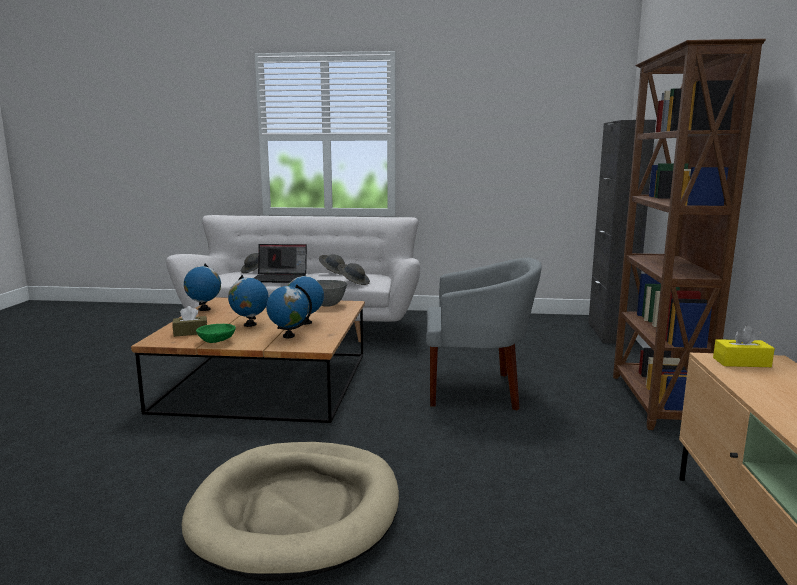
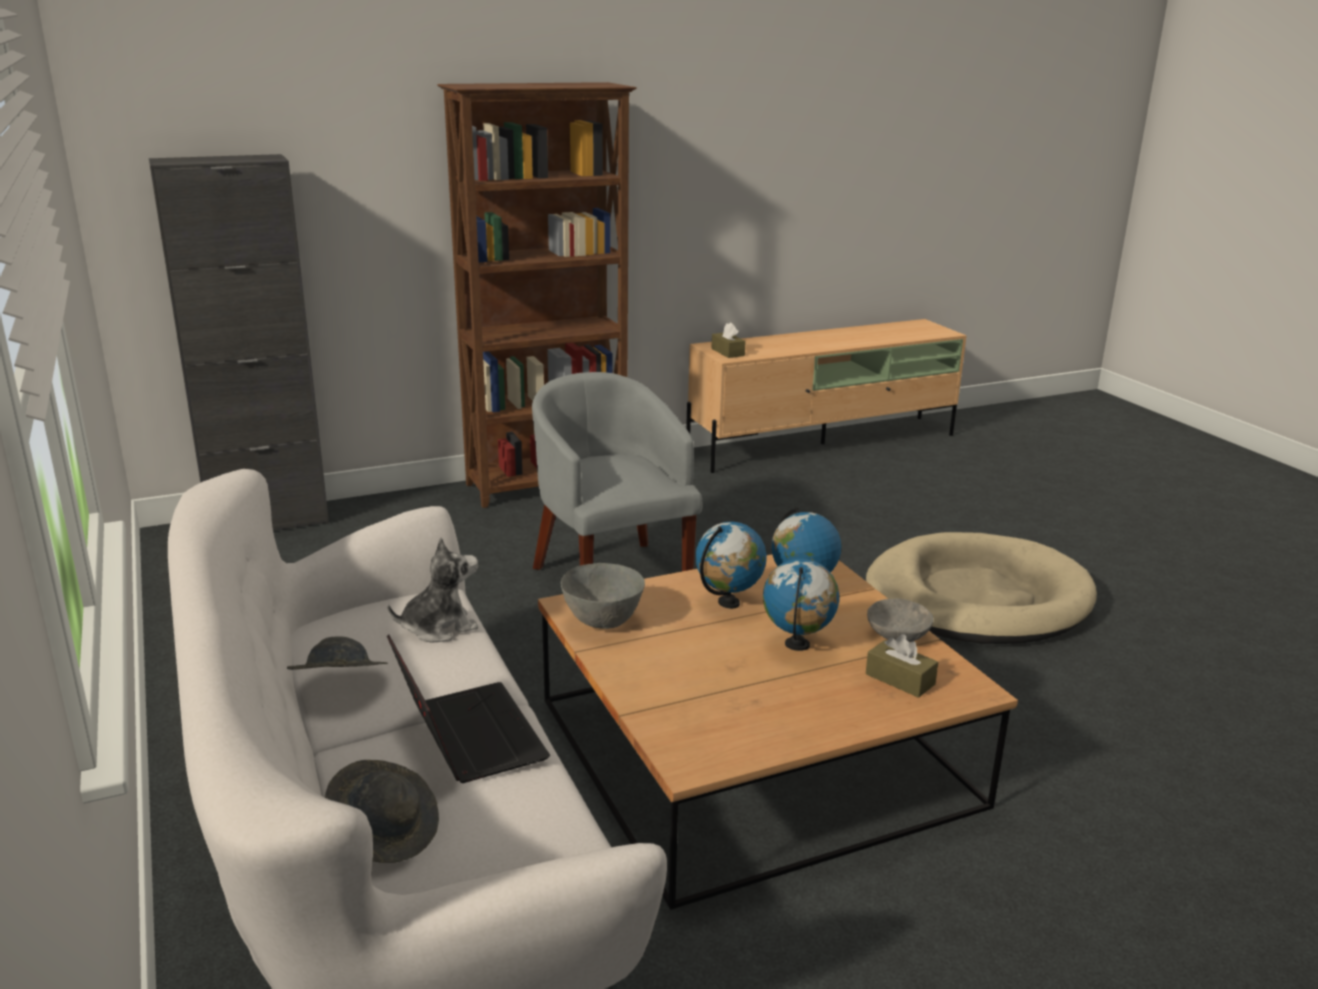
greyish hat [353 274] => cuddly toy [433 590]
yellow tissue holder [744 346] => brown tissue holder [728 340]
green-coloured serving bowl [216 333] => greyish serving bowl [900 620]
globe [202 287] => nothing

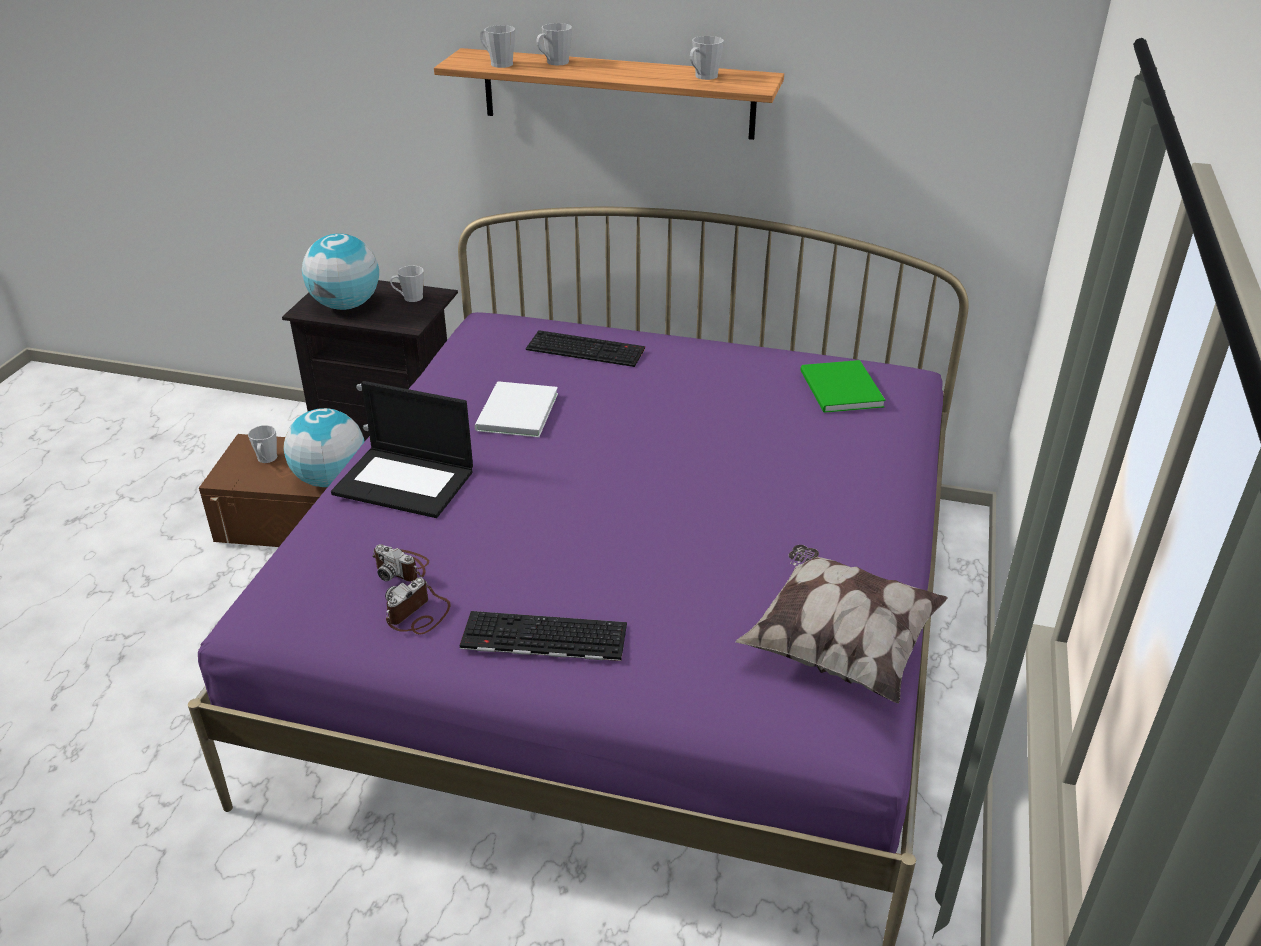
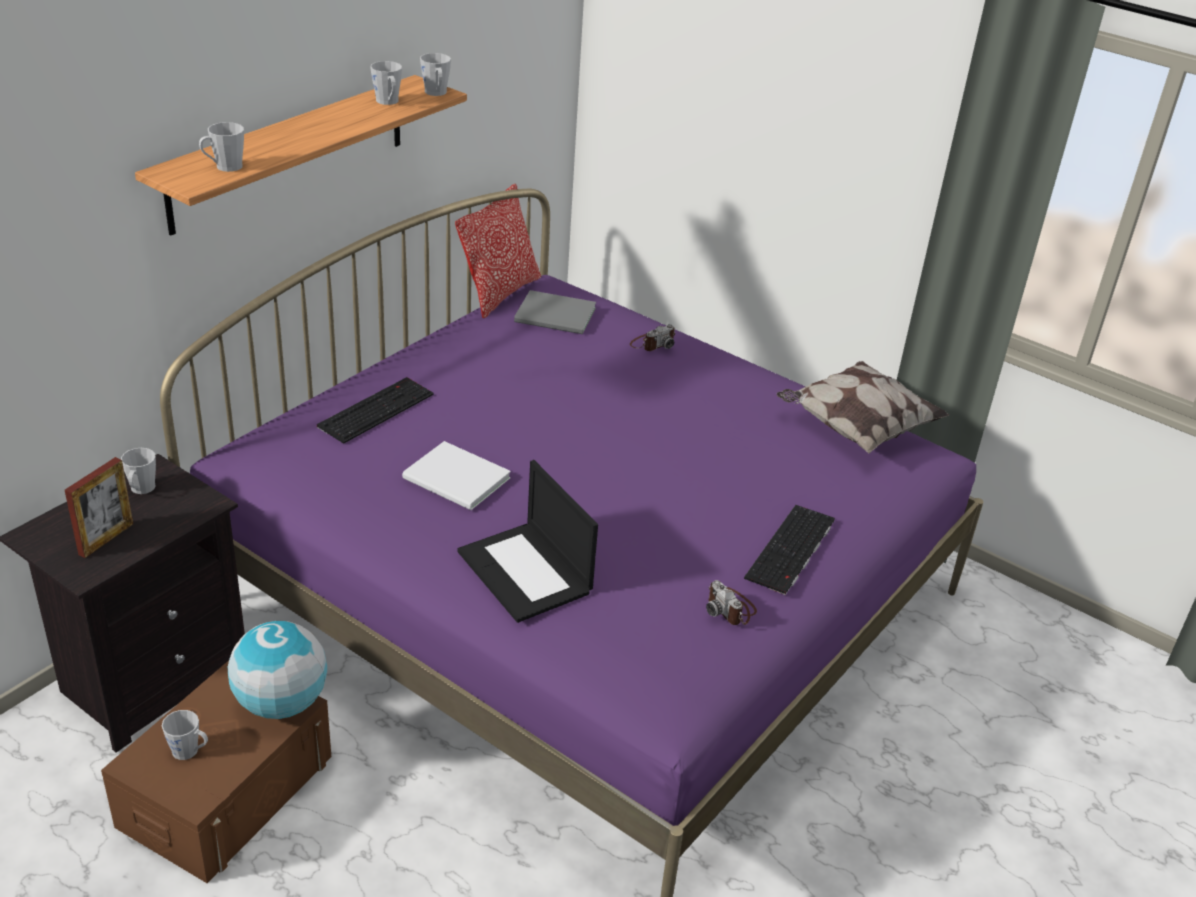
globe [340 272] => photo frame [99 507]
greyish coffee mug [554 44] => greyish coffee mug [435 74], move
nothing => throw pillow [498 251]
notebook computer [402 449] => notebook computer [527 541], 105 degrees clockwise
green-coloured volume [843 386] => greyish volume [555 312]
photo camera [401 563] => photo camera [652 337], move

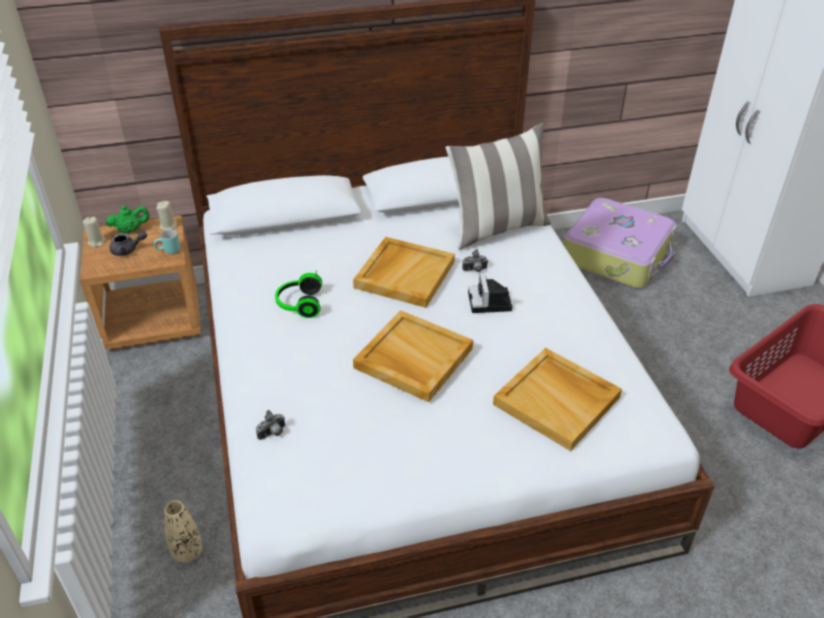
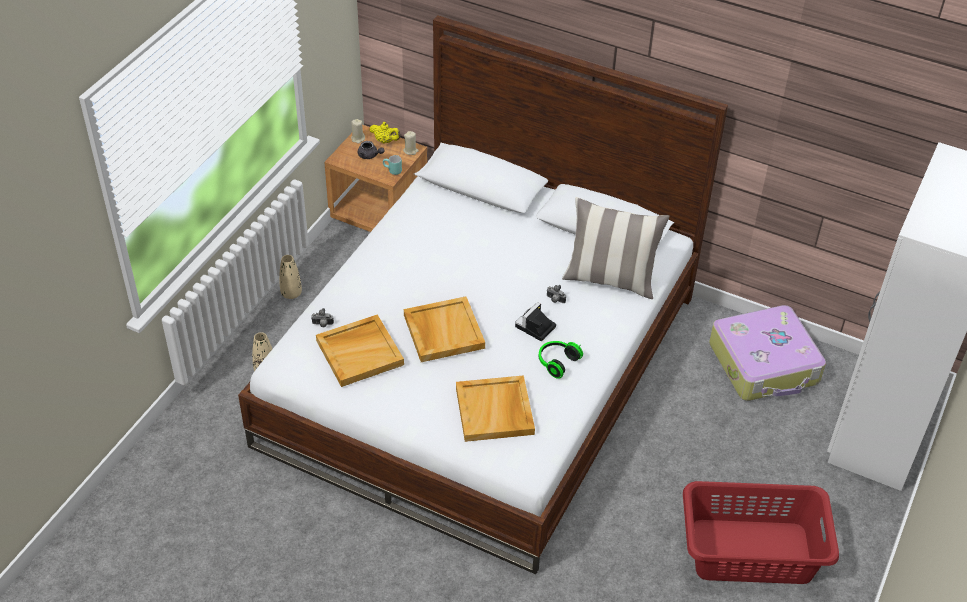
nothing => sand-coloured vase [290 277]
sand-coloured carrying tray [404 272] => sand-coloured carrying tray [360 350], move
green-coloured pot for tea [128 219] => yellow pot for tea [385 132]
headphones [298 294] => headphones [561 360], move

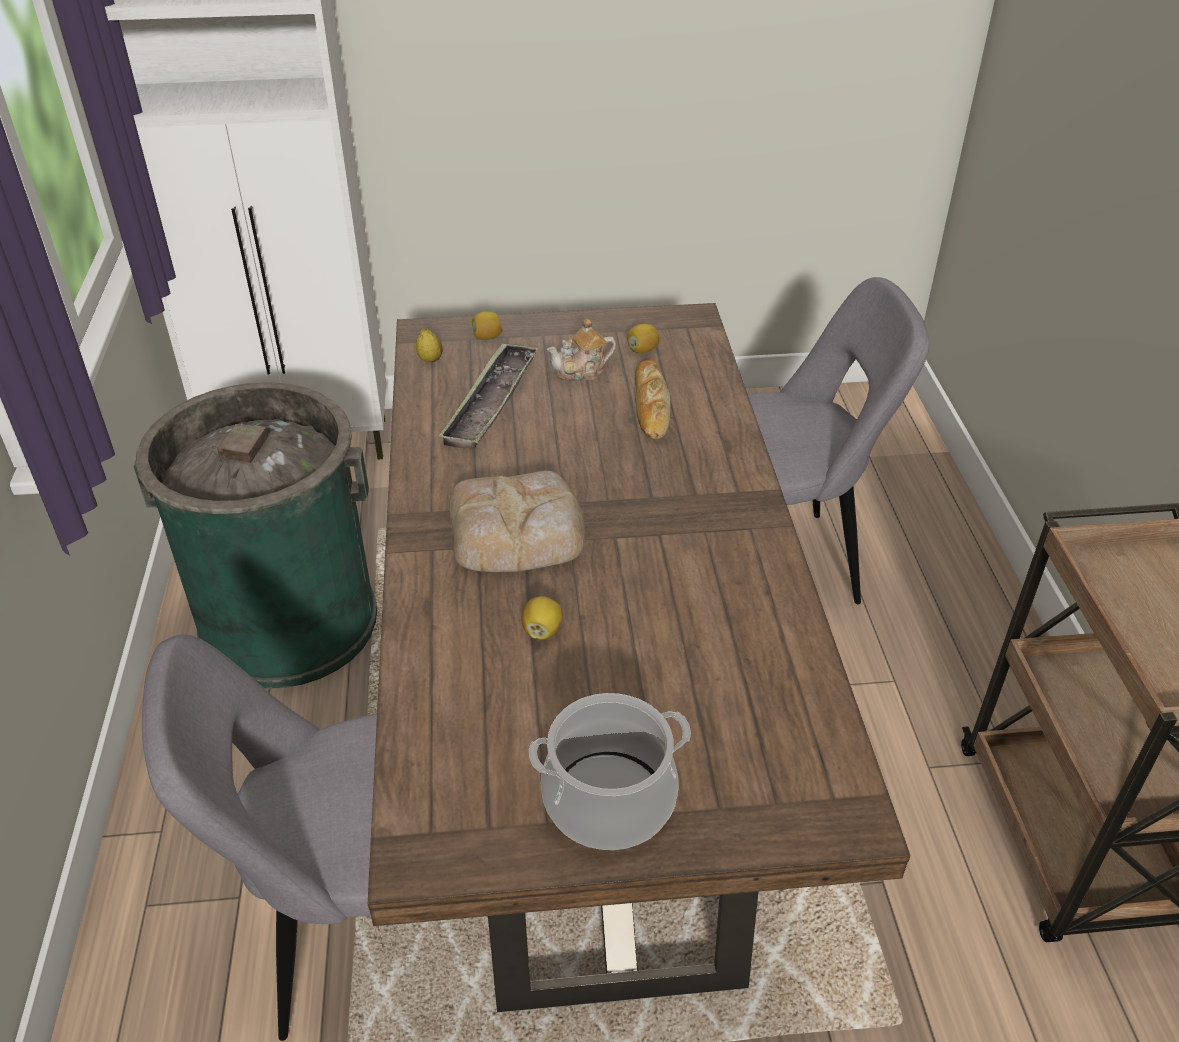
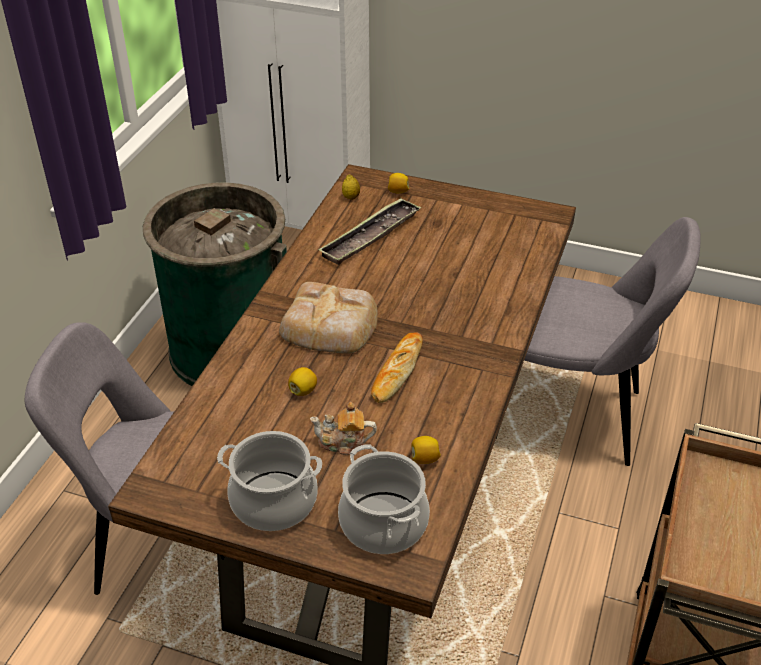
pot for tea [581 349] => pot for tea [343 428], move
nothing => stockpot [384 499]
bread [653 399] => bread [397 368], move
citrus fruit [643 338] => citrus fruit [426 450], move

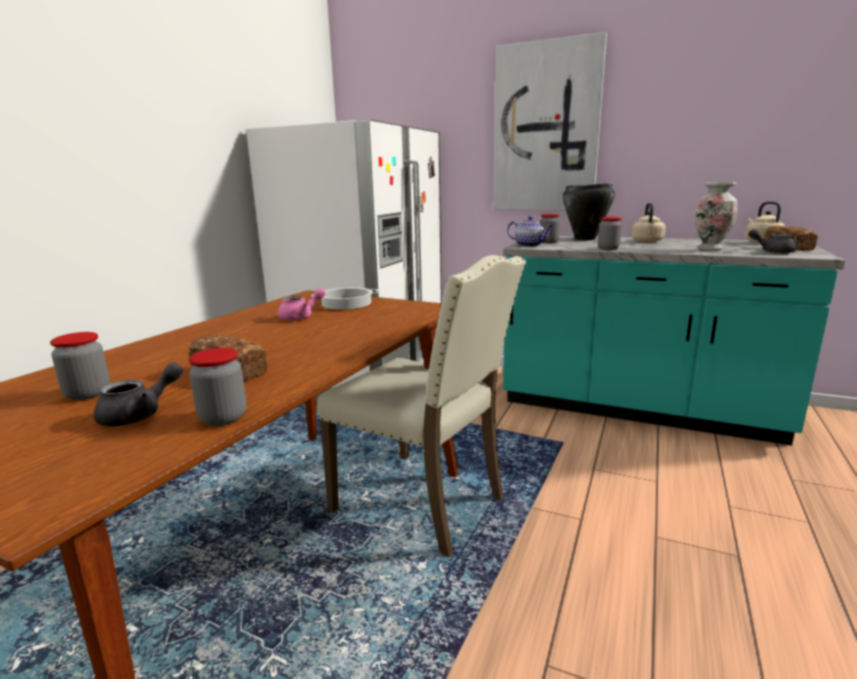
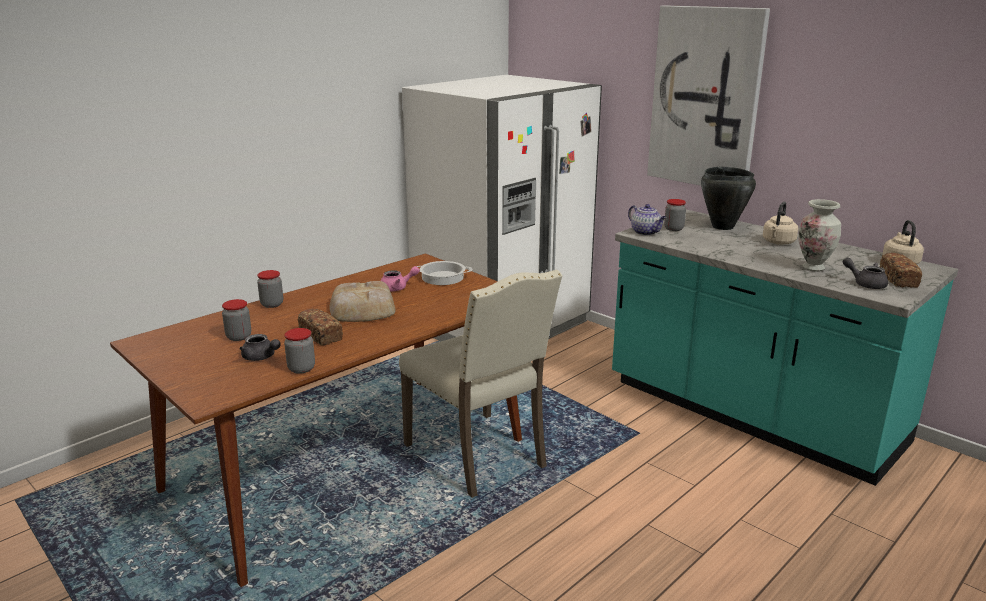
greyish pot for tea [138 394] => greyish pot for tea [260 347], 60 degrees clockwise
storage jar [610 233] => storage jar [270 289], move
nothing => bread [362 301]

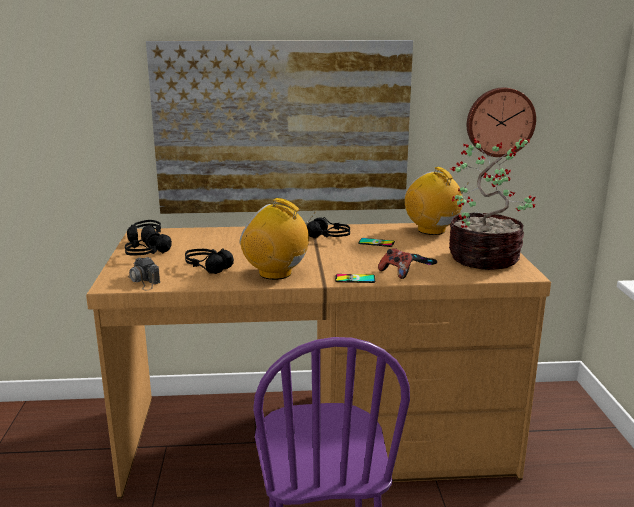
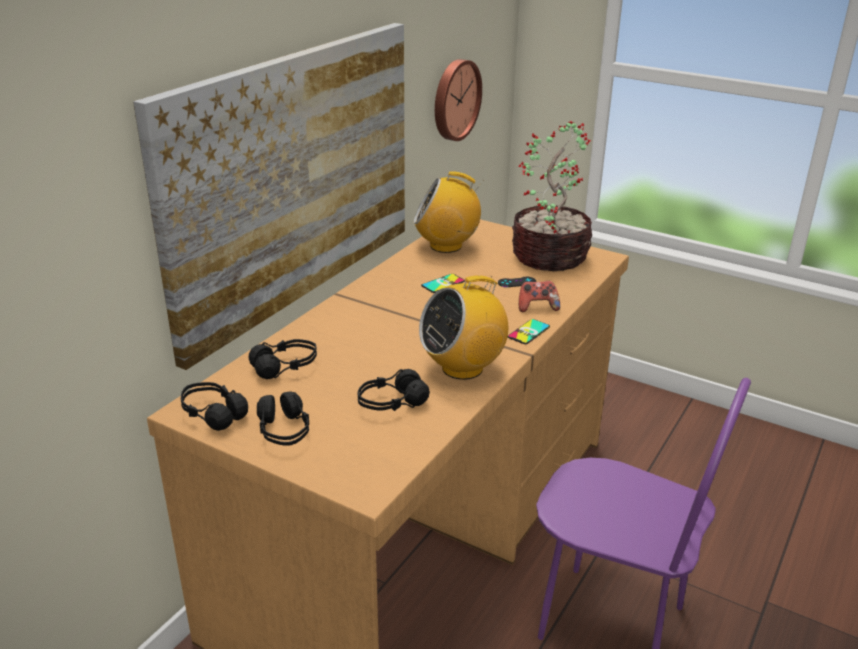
blackish headphones [328 228] => blackish headphones [282 359], move
photo camera [144 273] => nothing

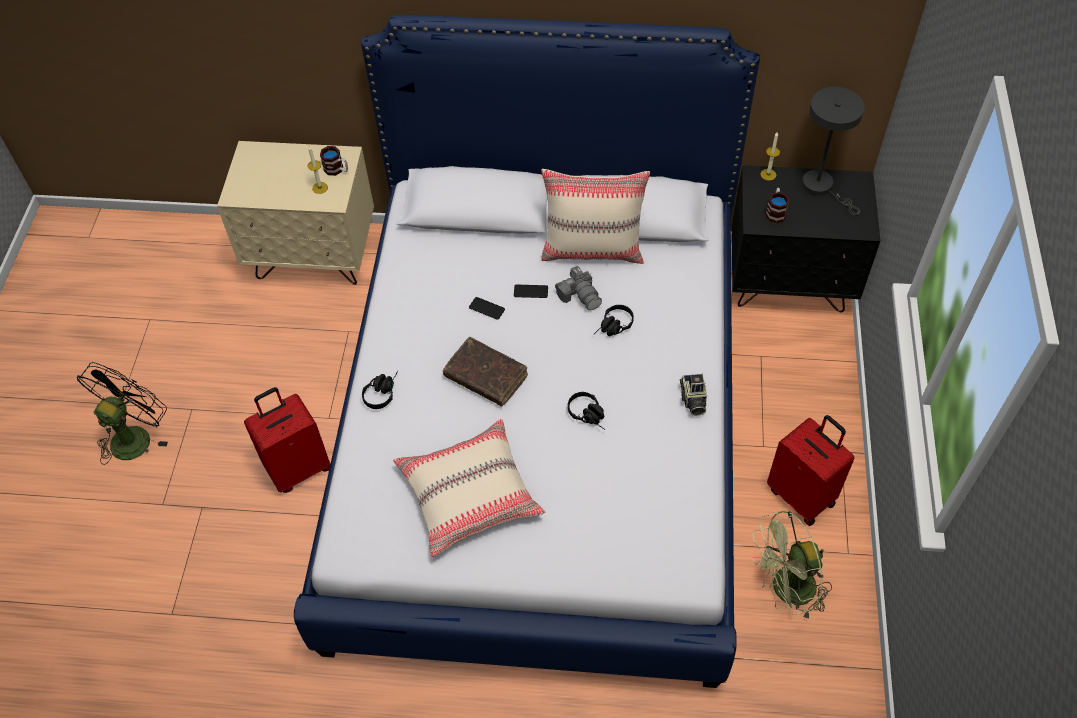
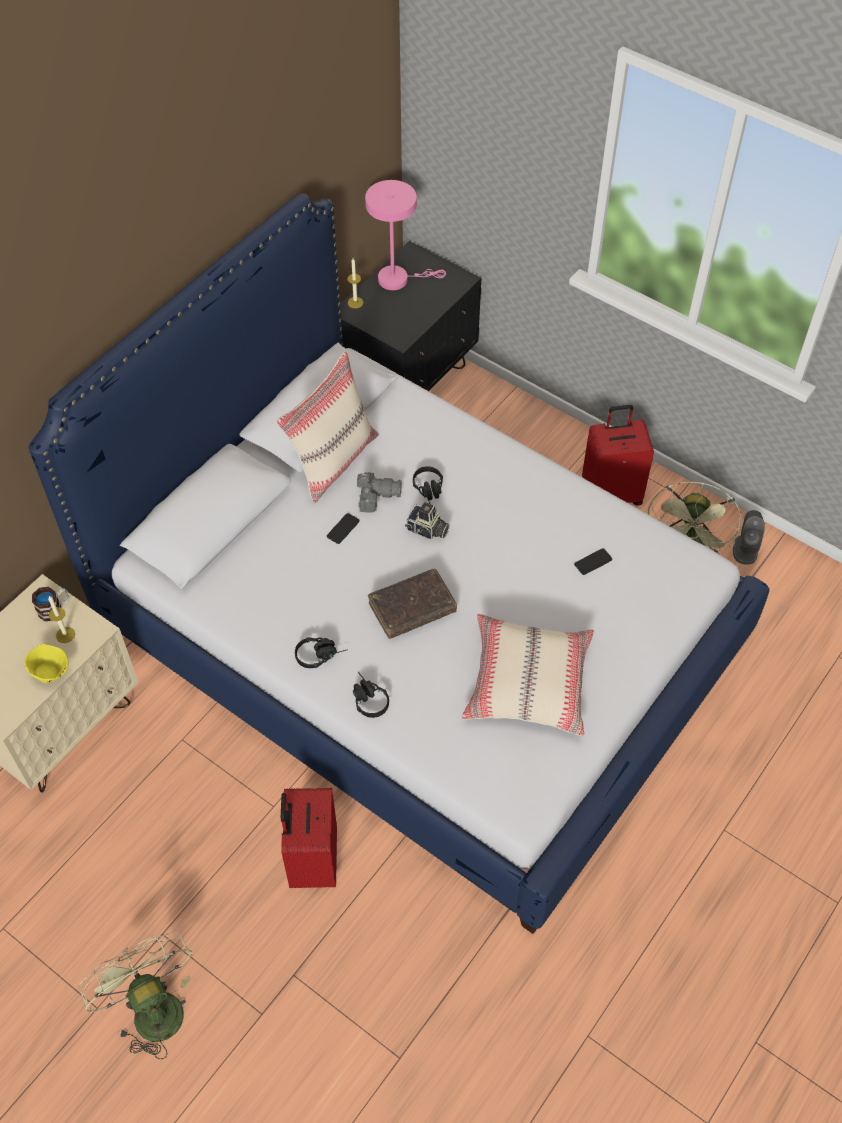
nothing => yellow serving bowl [46 663]
blackish electric fan [122 413] => green-coloured electric fan [135 995]
blackish headphones [586 411] => blackish headphones [321 652], move
greyish tabletop lamp [833 151] => pink tabletop lamp [405 235]
photo camera [693 395] => photo camera [427 521], move
phone [487 308] => phone [593 561], move
nothing => greyish loudspeaker [749 537]
coffee mug [777 205] => nothing

